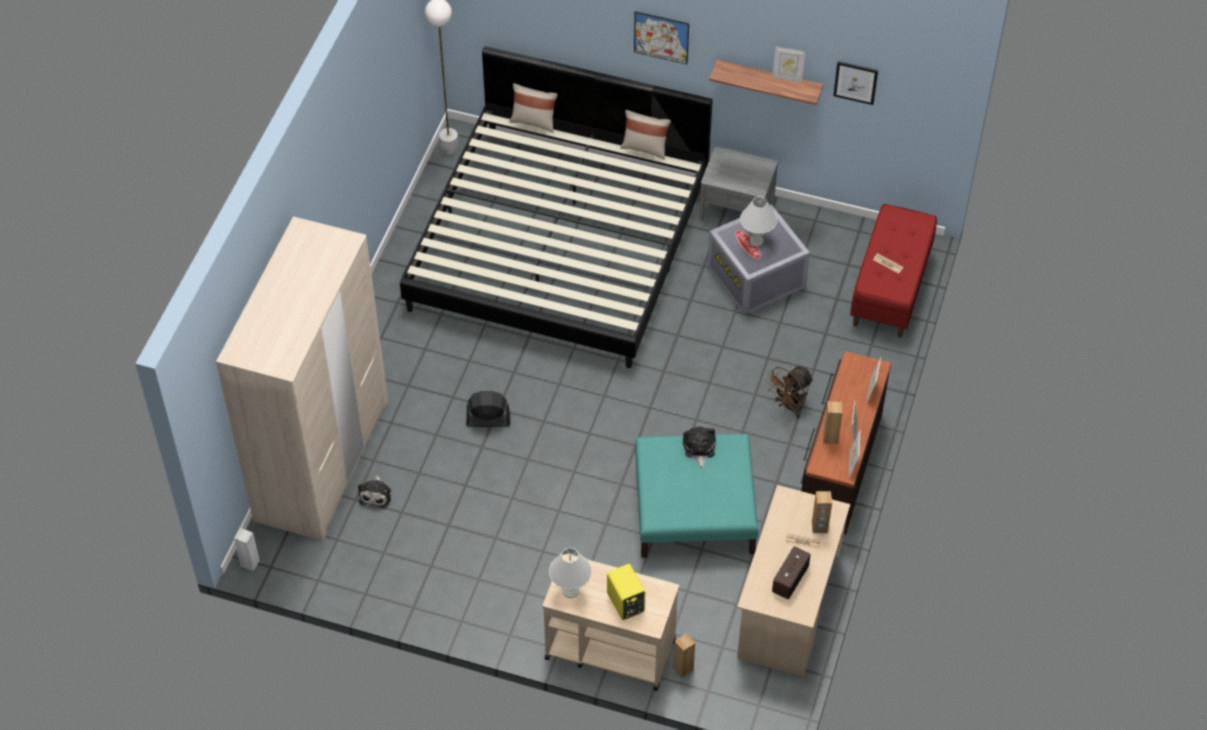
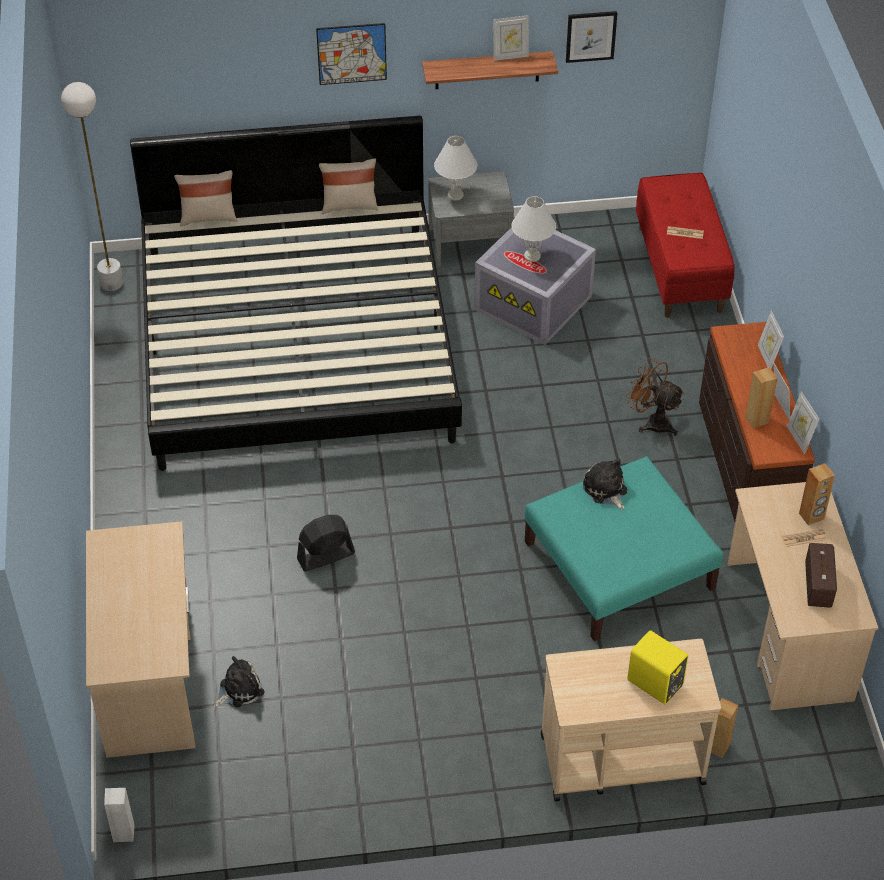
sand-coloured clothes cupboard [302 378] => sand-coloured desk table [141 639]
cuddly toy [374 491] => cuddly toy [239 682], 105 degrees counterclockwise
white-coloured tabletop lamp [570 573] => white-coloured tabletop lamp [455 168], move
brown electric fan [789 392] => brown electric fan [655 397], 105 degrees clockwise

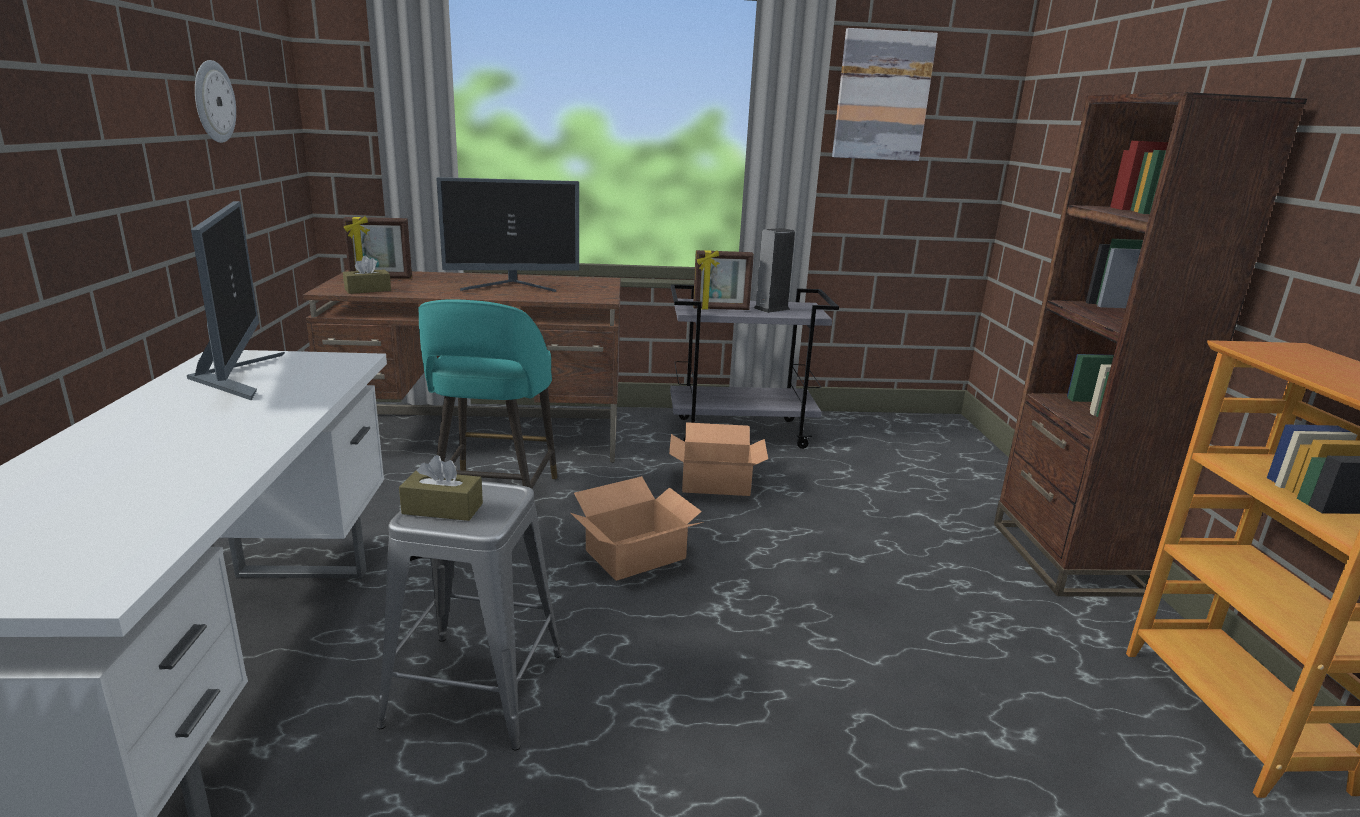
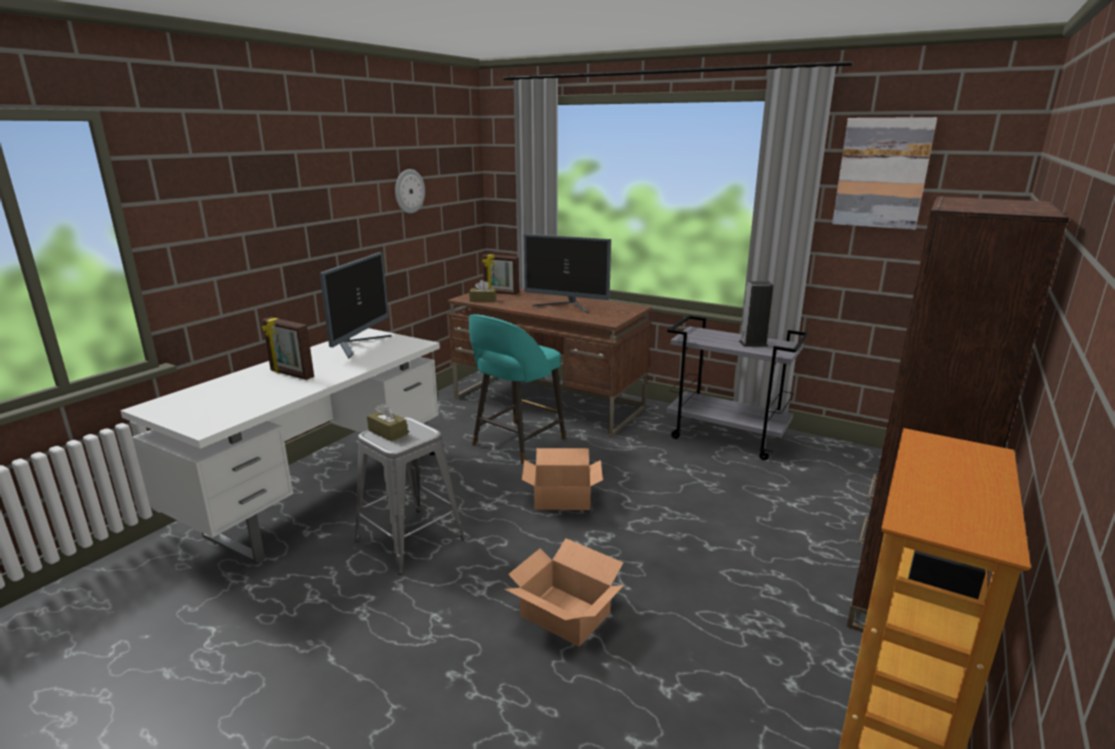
photo frame [723 280] => photo frame [288 348], move
cardboard box [718 459] => cardboard box [564 592], move

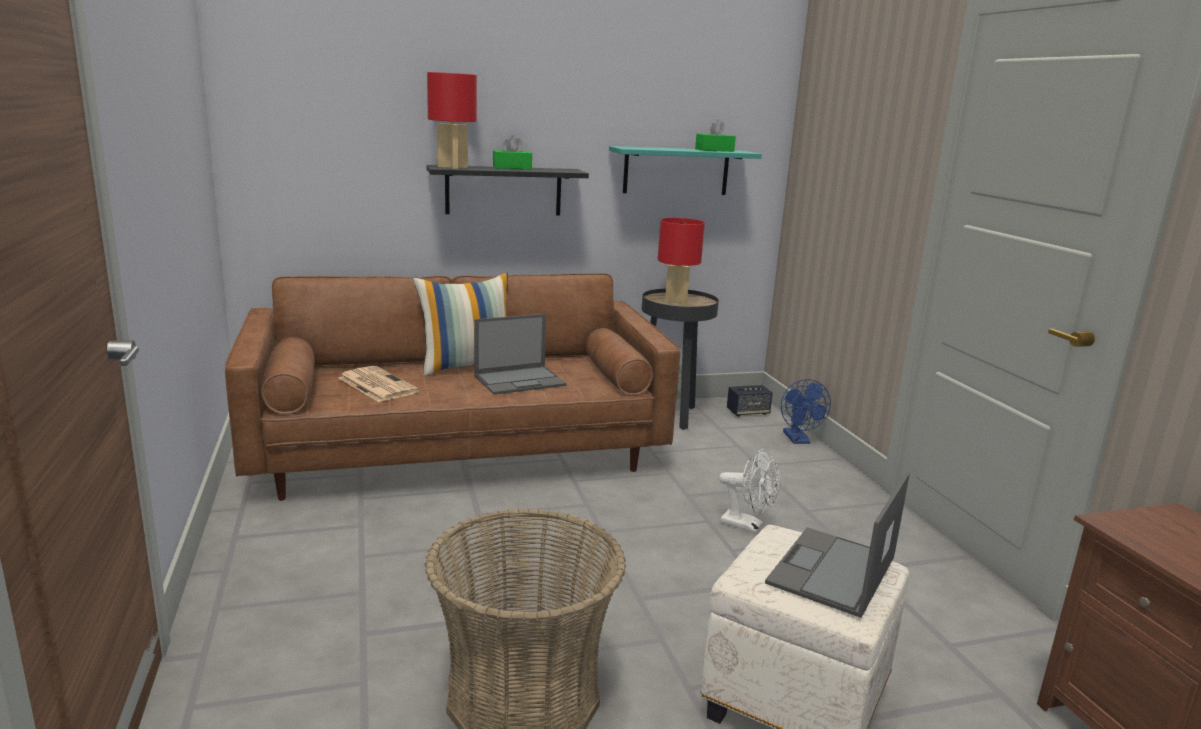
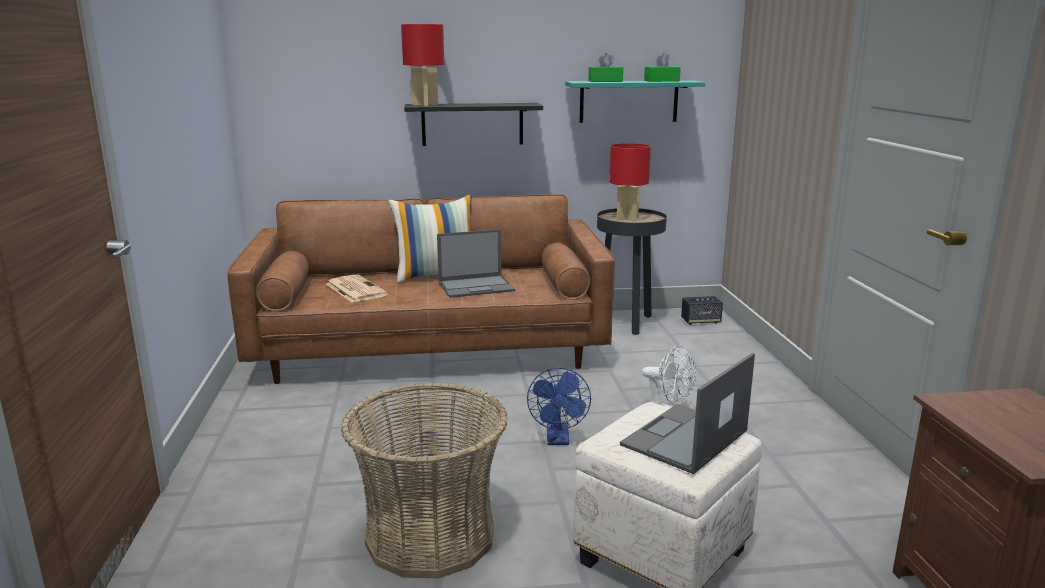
blue-coloured electric fan [806 411] => blue-coloured electric fan [559 406], move
green-coloured tissue holder [512 152] => green-coloured tissue holder [605 67], move

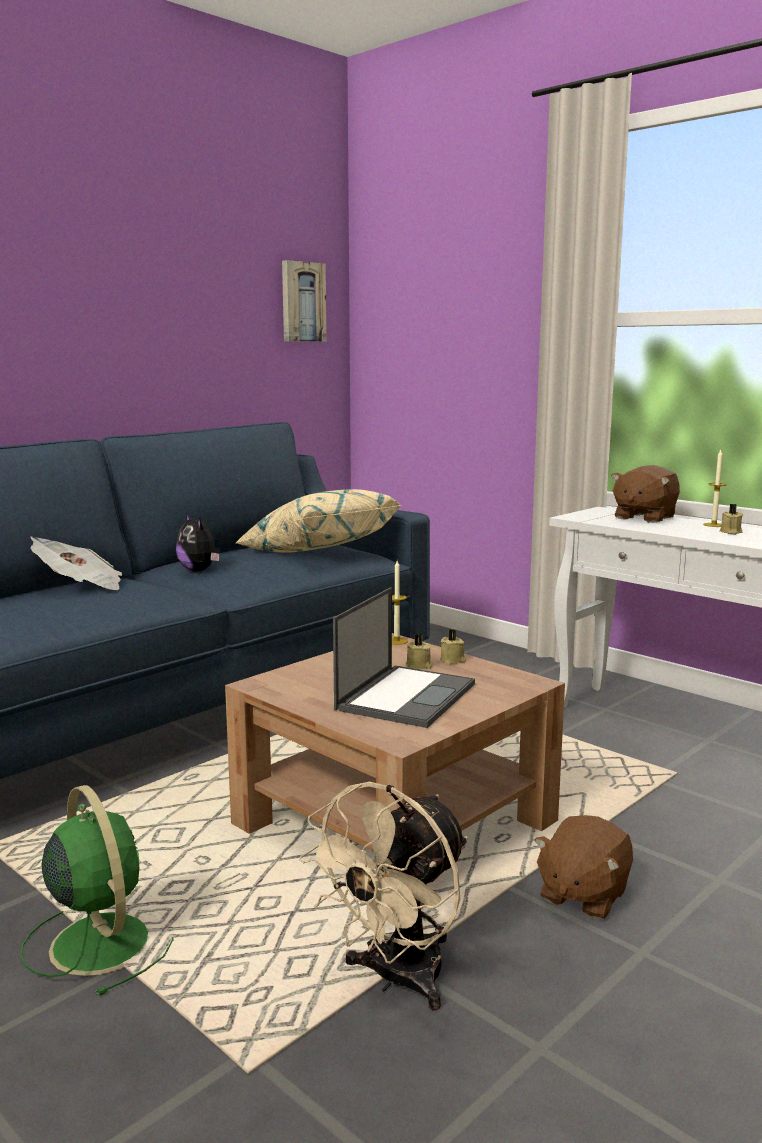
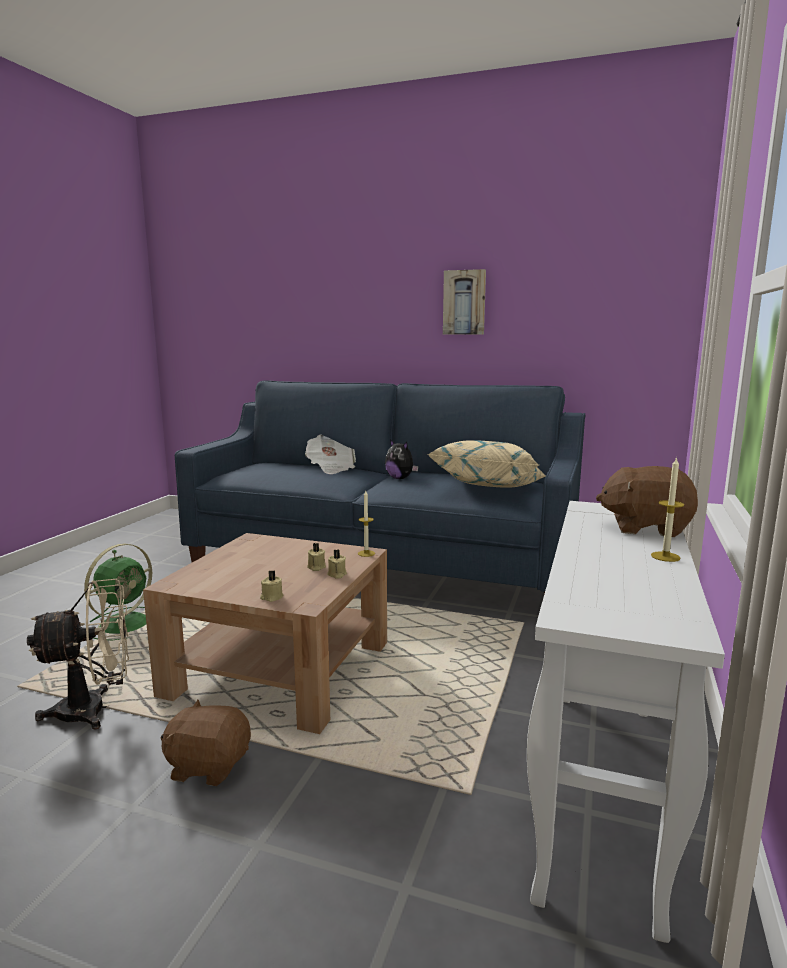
sand-coloured electric fan [383 896] => sand-coloured electric fan [78 654], 150 degrees clockwise
sand-coloured candle [731 519] => sand-coloured candle [272 586], move
cuddly toy [198 542] => cuddly toy [402 459], 75 degrees counterclockwise
picture [304 301] => picture [464 302], move
notebook computer [404 657] => nothing

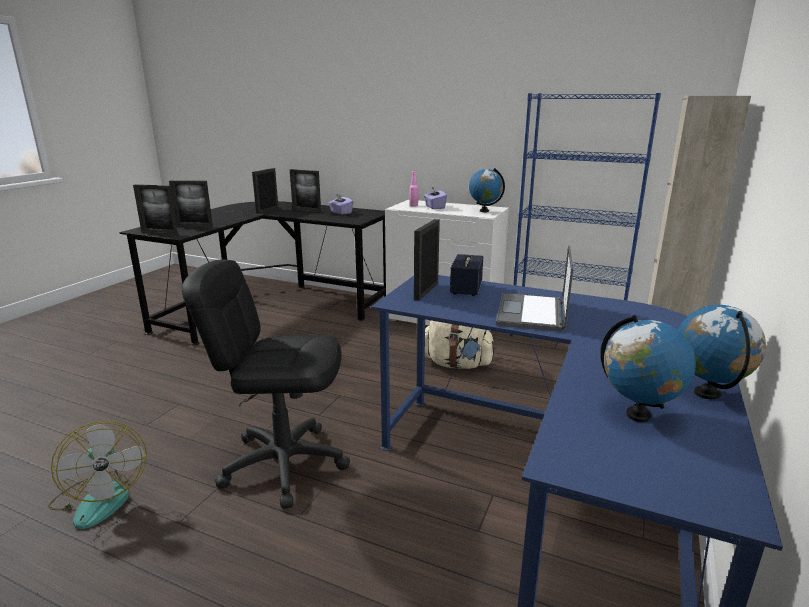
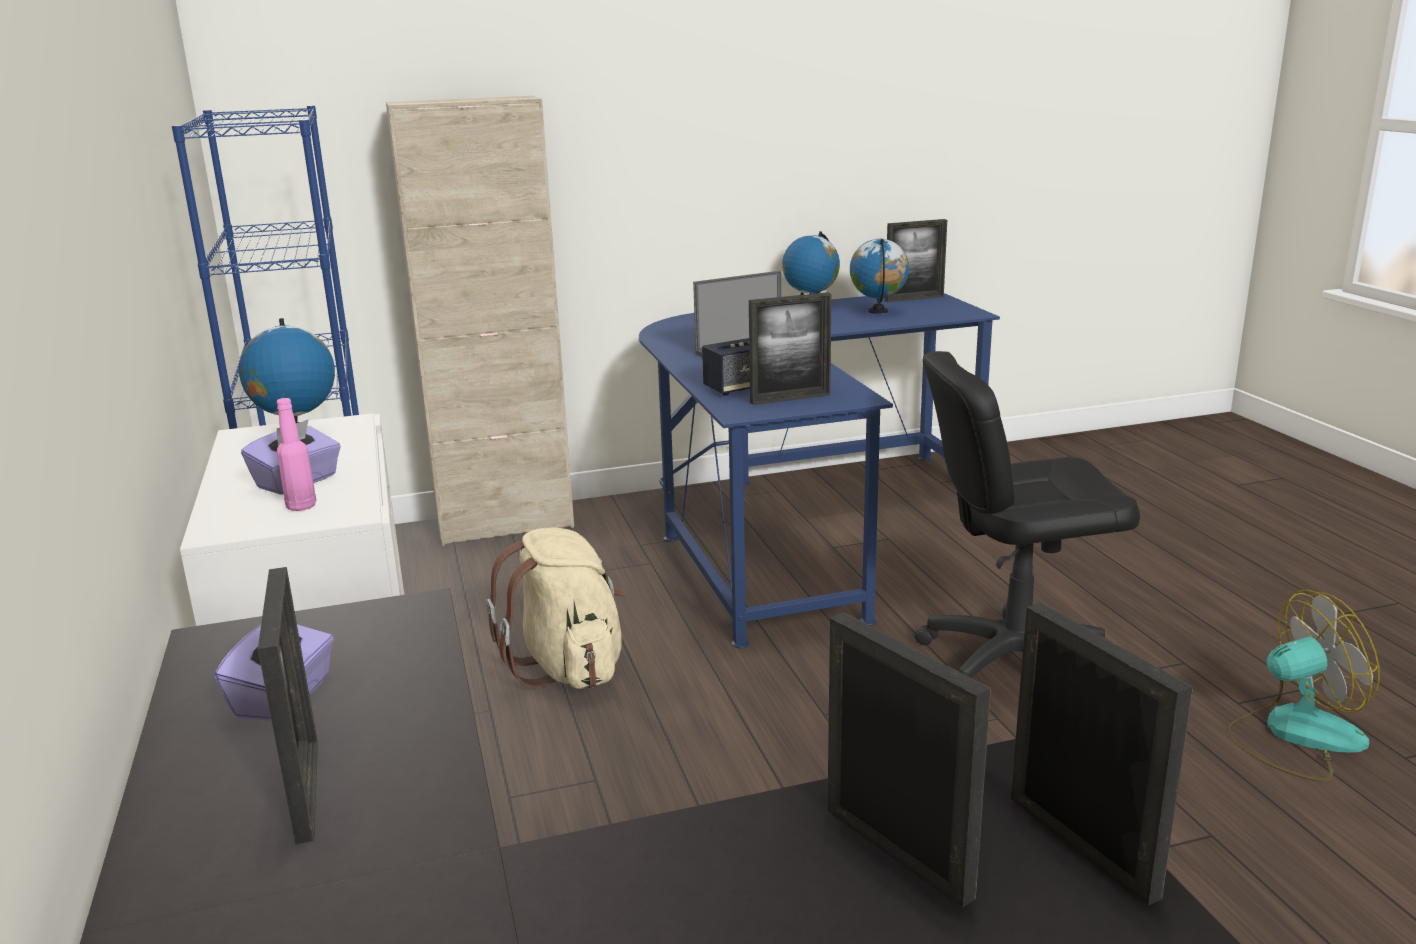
photo frame [265 191] => photo frame [916 260], move
blackish desk chair [266 384] => blackish desk chair [1027 514], 120 degrees clockwise
electric fan [97 475] => electric fan [1303 685], 60 degrees clockwise

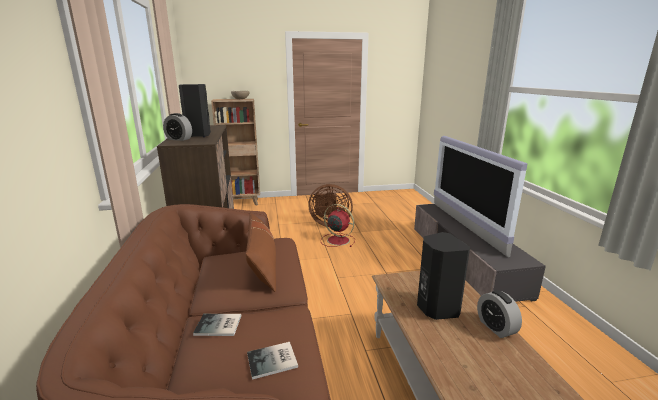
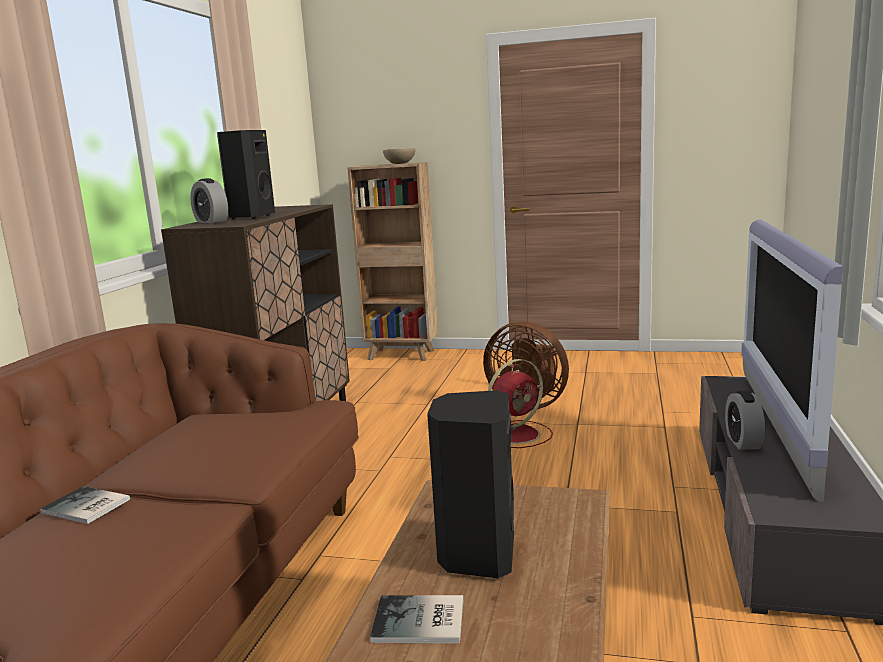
volume [272 361] => volume [416 619], move
reddish electric fan [338 225] => reddish electric fan [520 403], 90 degrees clockwise
table clock [499 314] => table clock [745 420], move
brown throw pillow [261 252] => nothing

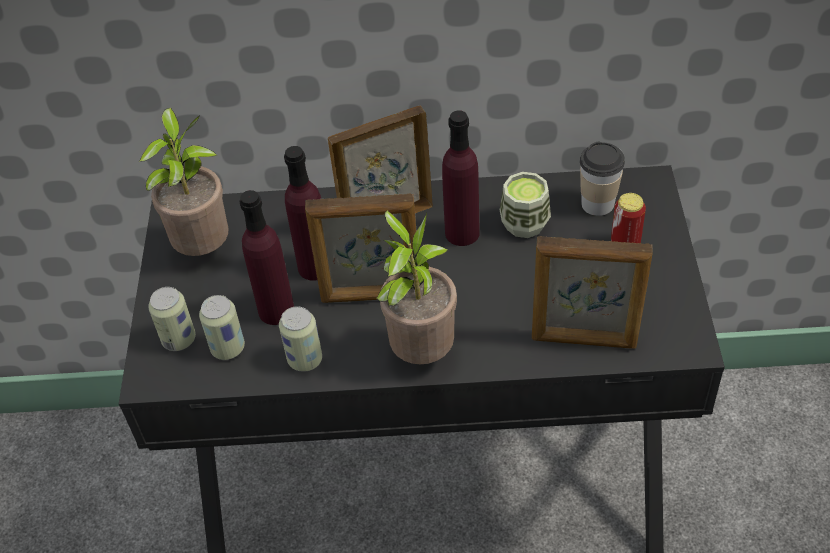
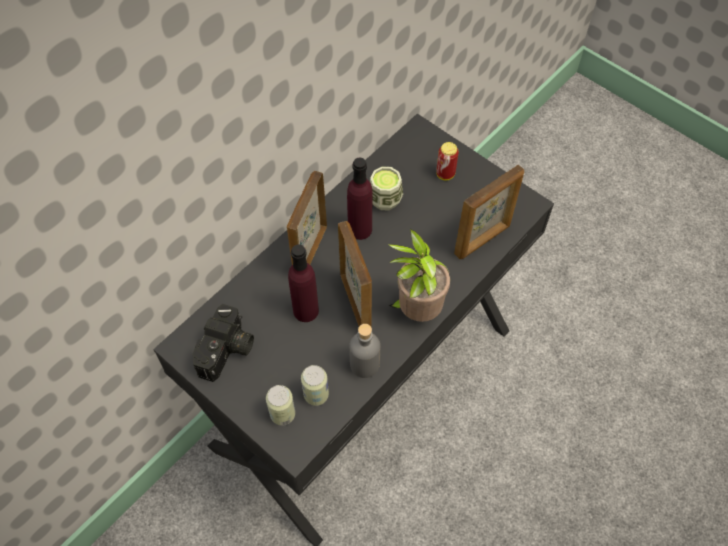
potted plant [184 182] => photo camera [223 343]
photo frame [360 248] => photo frame [355 273], 60 degrees counterclockwise
can [300 339] => greyish beverage bottle [364 351]
purple beverage bottle [266 257] => nothing
drinking cup [602 179] => nothing

